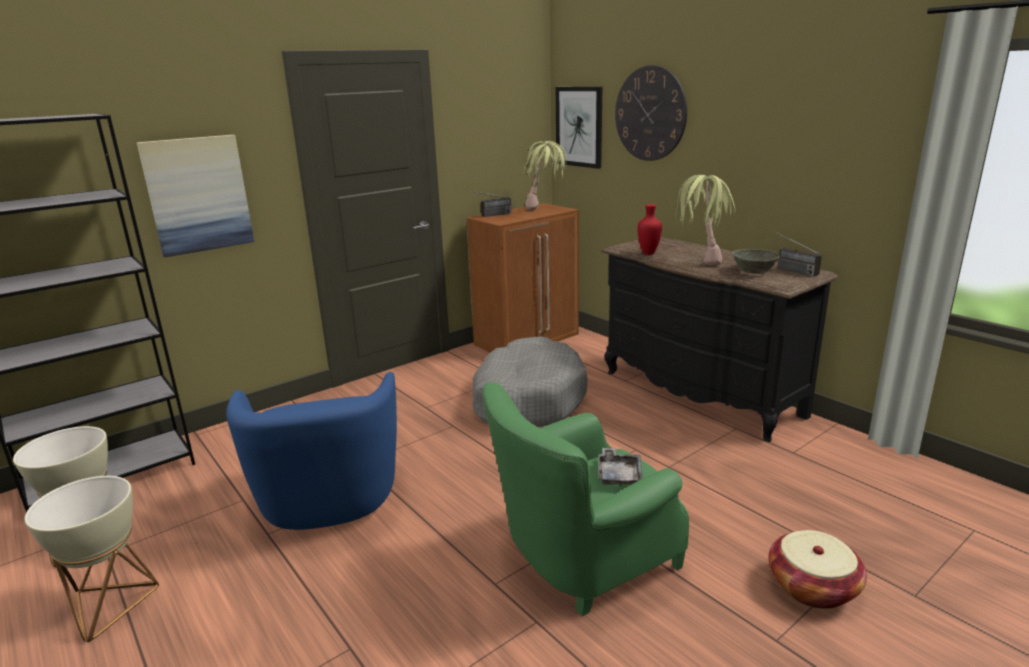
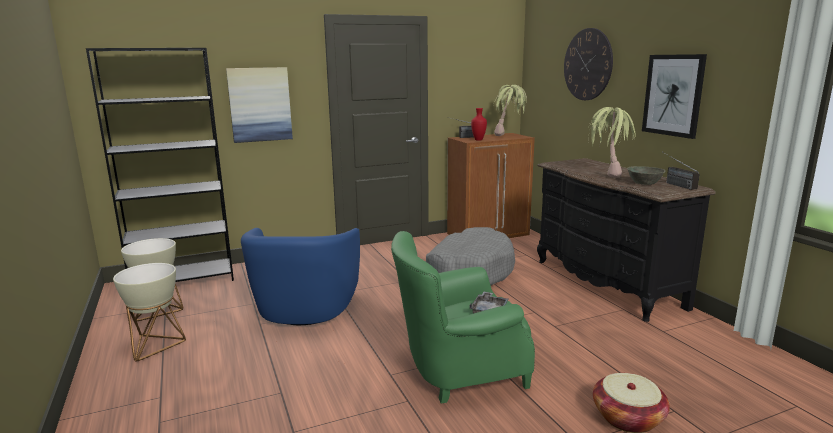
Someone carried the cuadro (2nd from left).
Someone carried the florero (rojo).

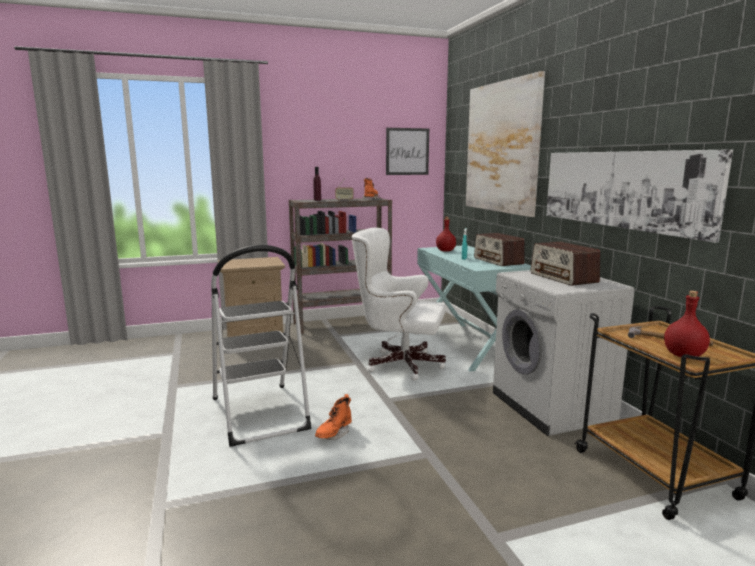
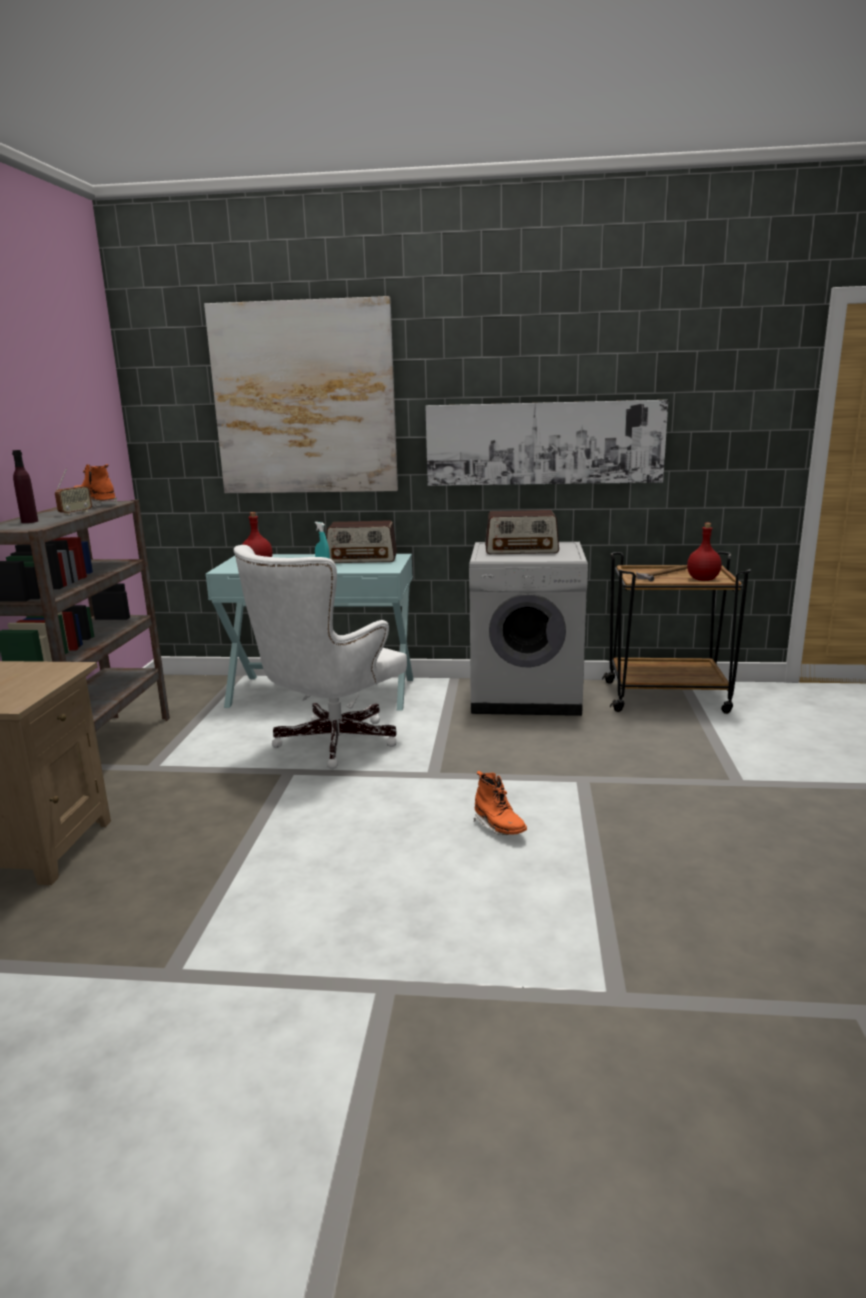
Someone took away the escalera de tijera.
Someone took away the cuadro (1st from left).

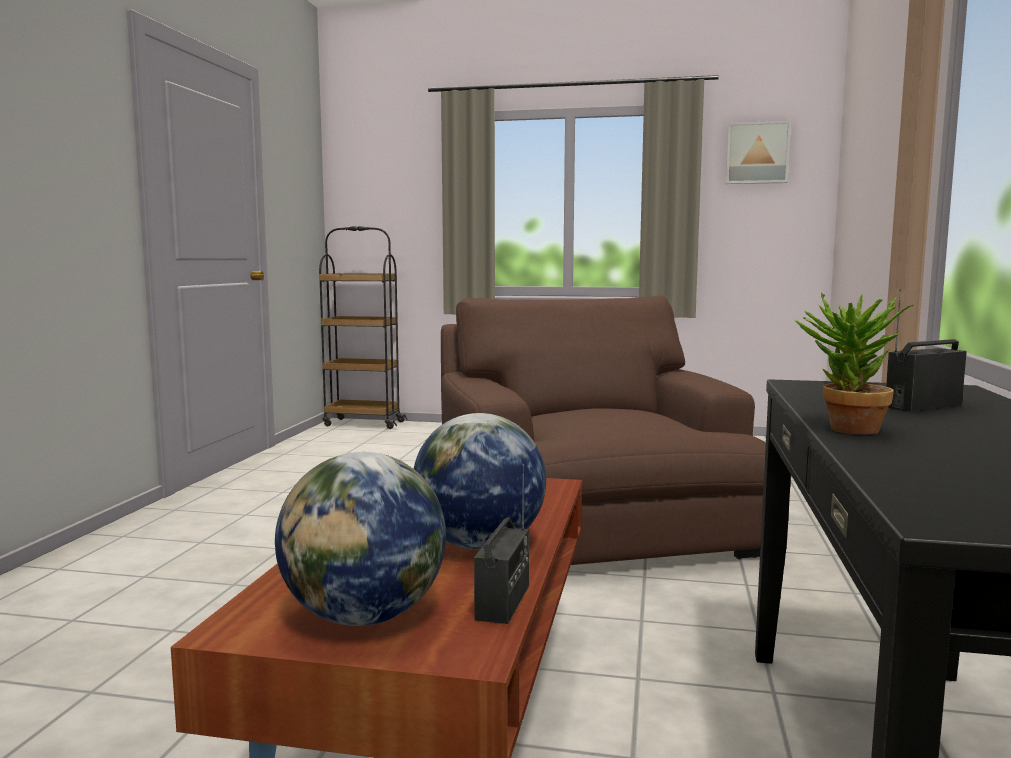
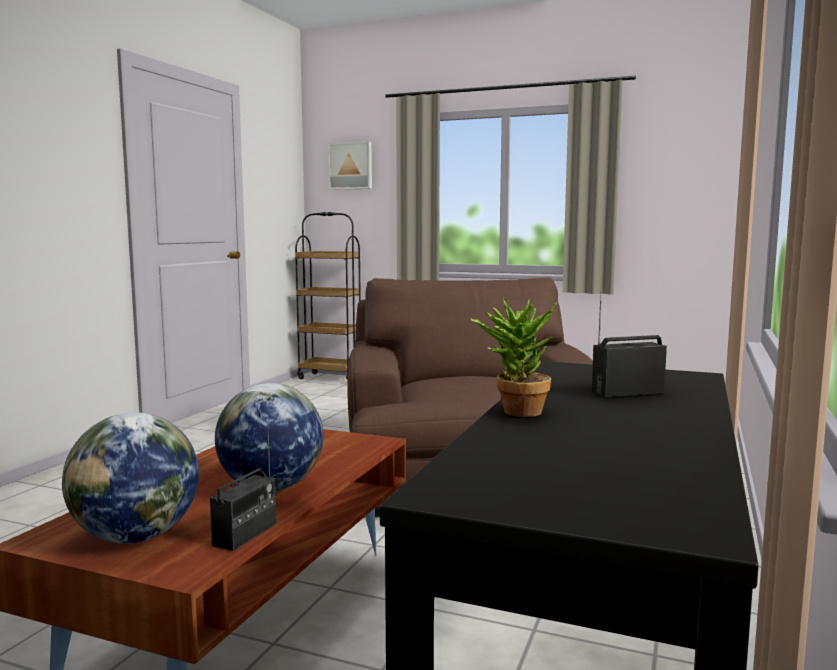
Someone carried the cuadro.

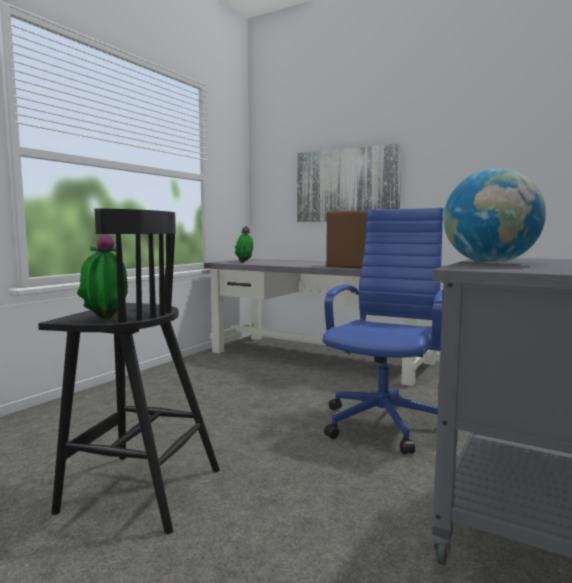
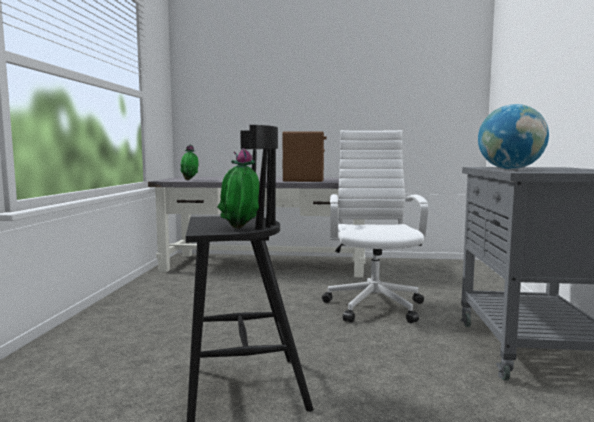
Someone took away the cuadro.
Someone repainted the silla de oficina (azul), which became the silla de oficina (blanco).

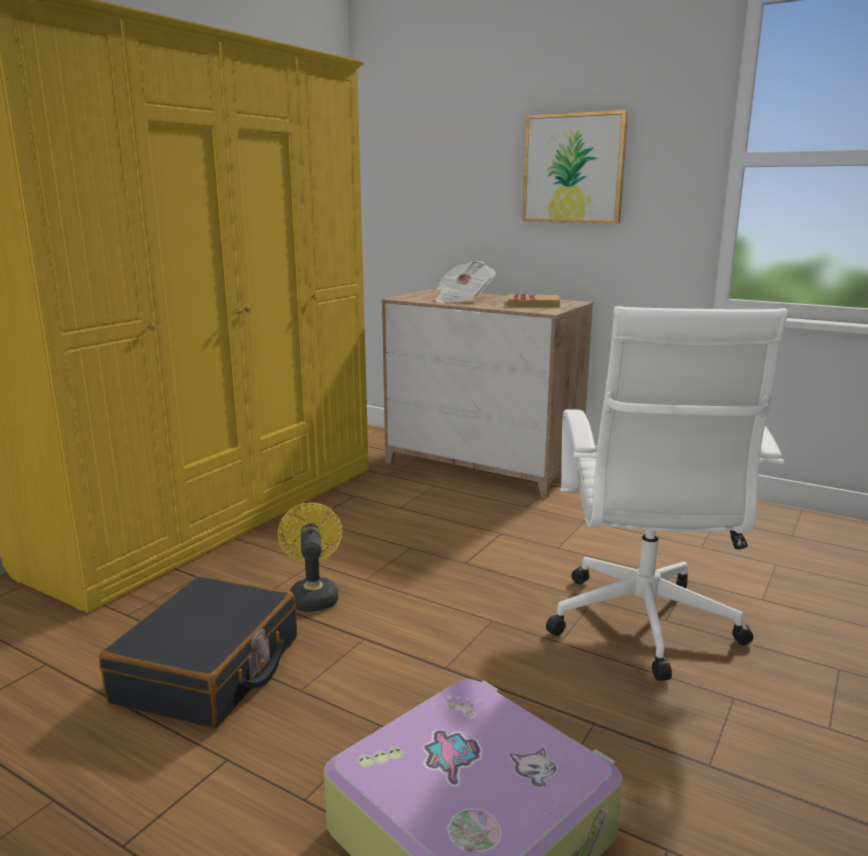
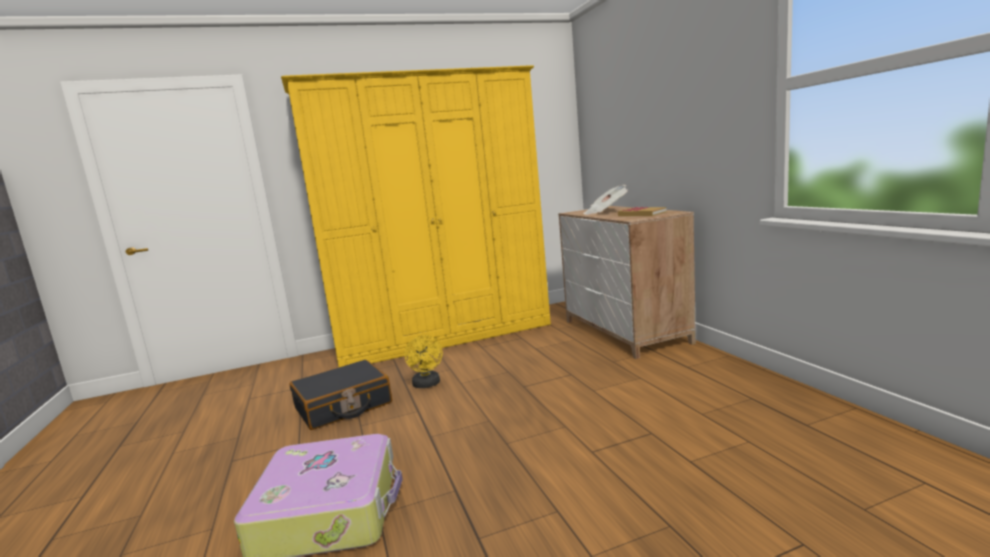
Someone rotated the ventilador (amarillo) by 135 degrees clockwise.
Someone took away the cuadro.
Someone took away the silla de oficina (blanco).

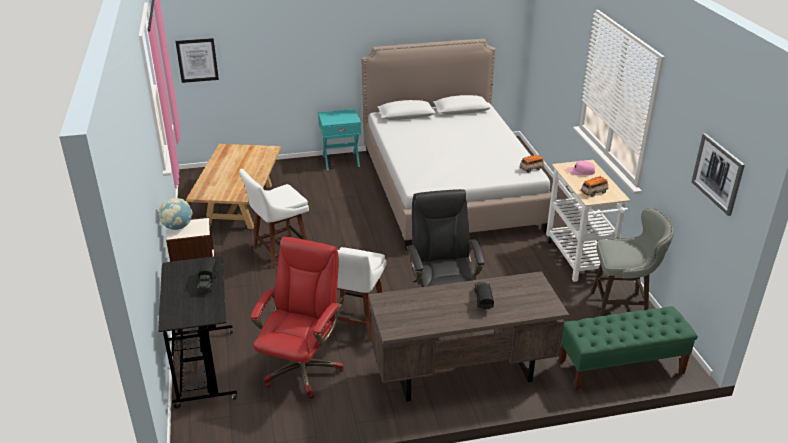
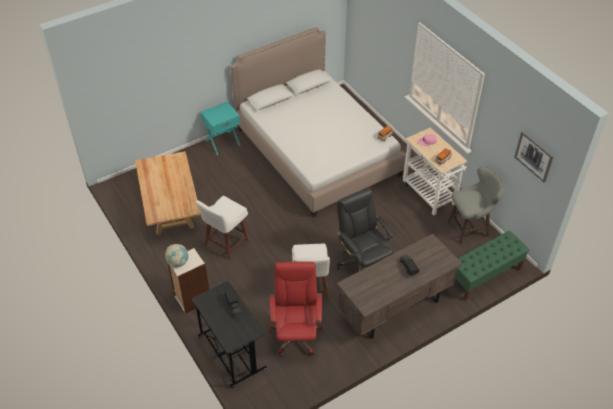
Someone took away the cuadro (1st from left).

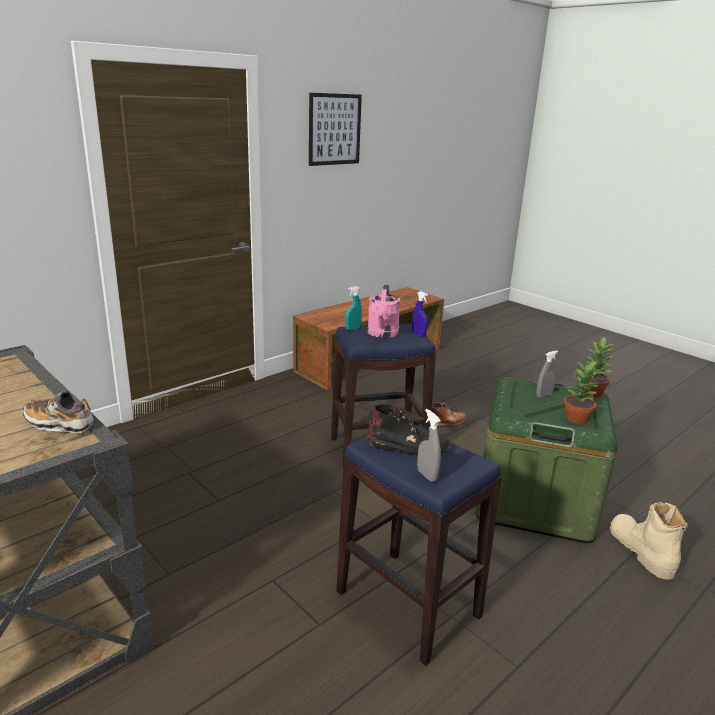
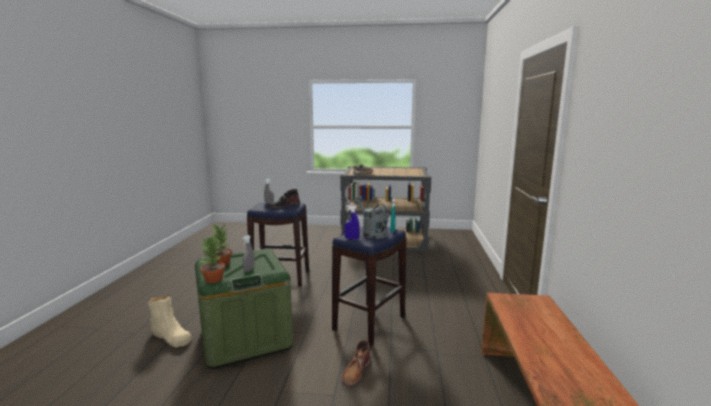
Someone took away the cuadro.
Someone repainted the regadera (rosa), which became the regadera (gris).

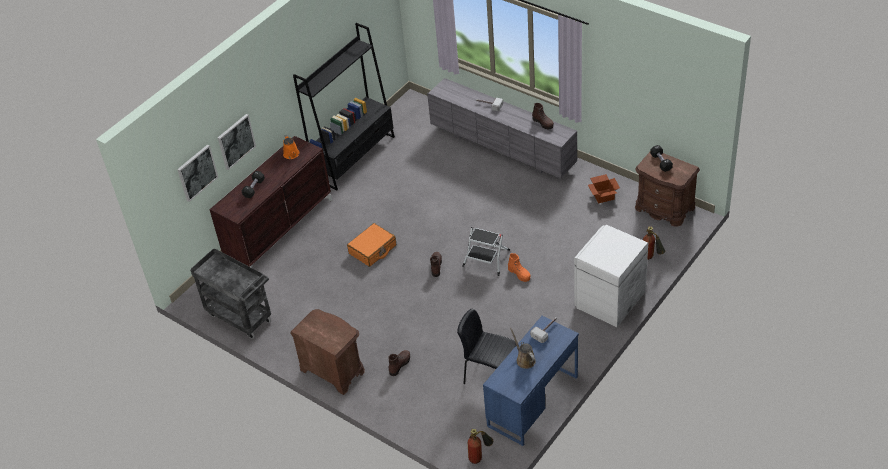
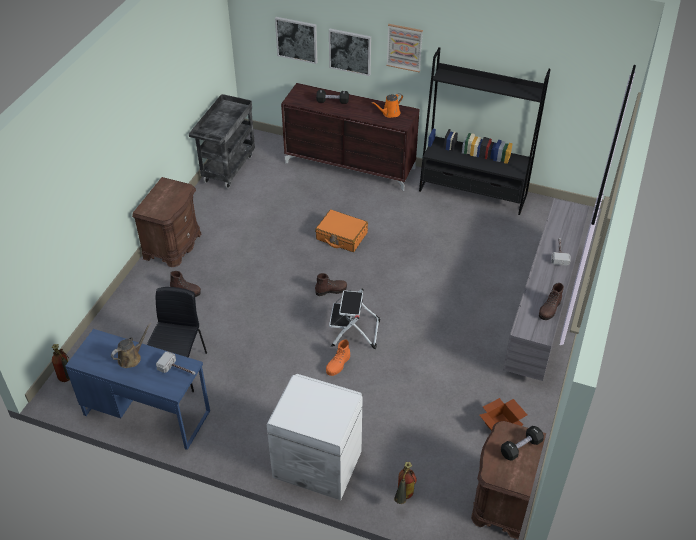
Someone put up the cuadro (3rd from left).

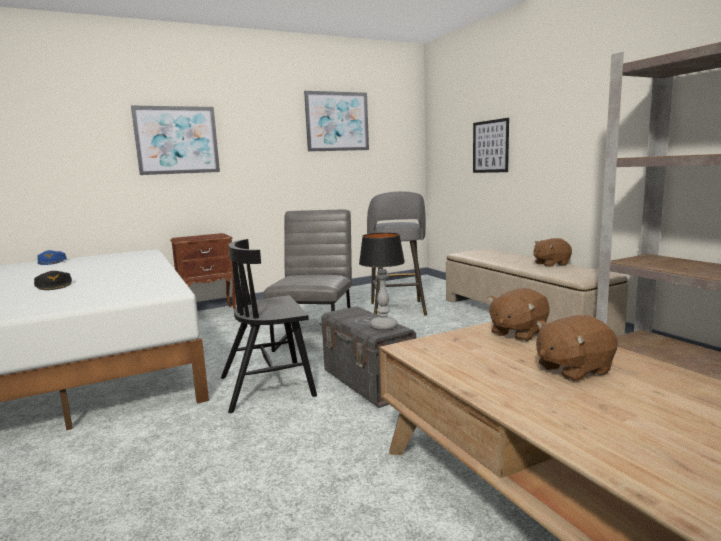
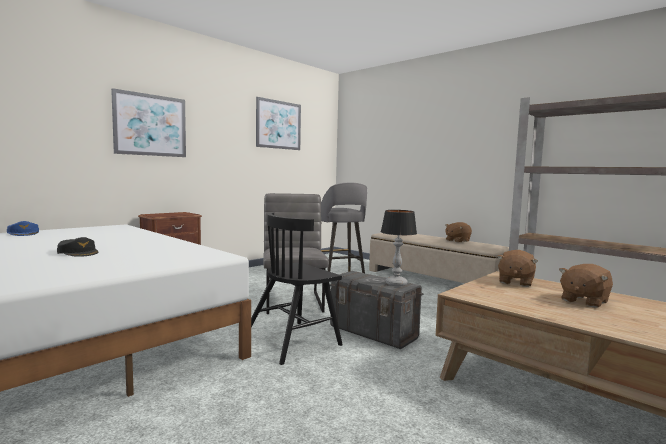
Someone took away the cuadro (3rd from left).

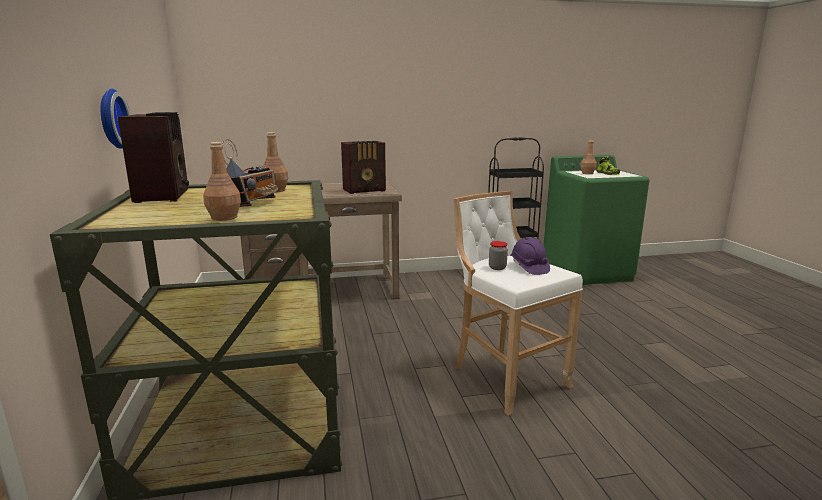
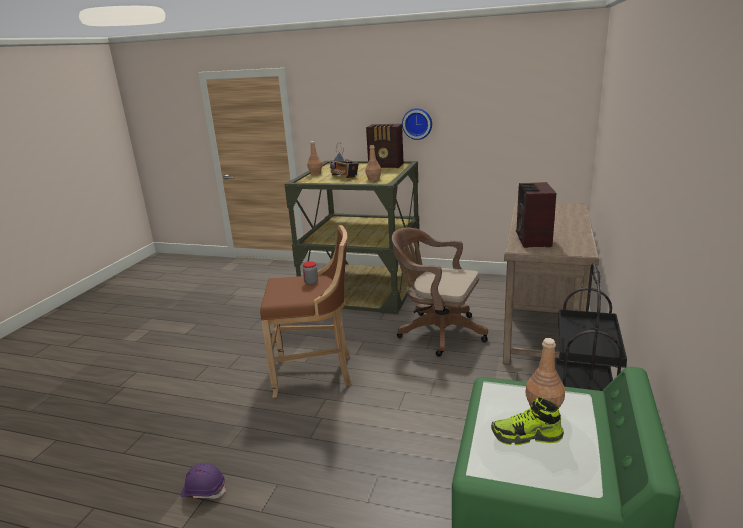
Someone repainted the taburete (blanco), which became the taburete (marrón).
Someone carried the casco (morado).
Someone put down the silla de oficina (marrón).

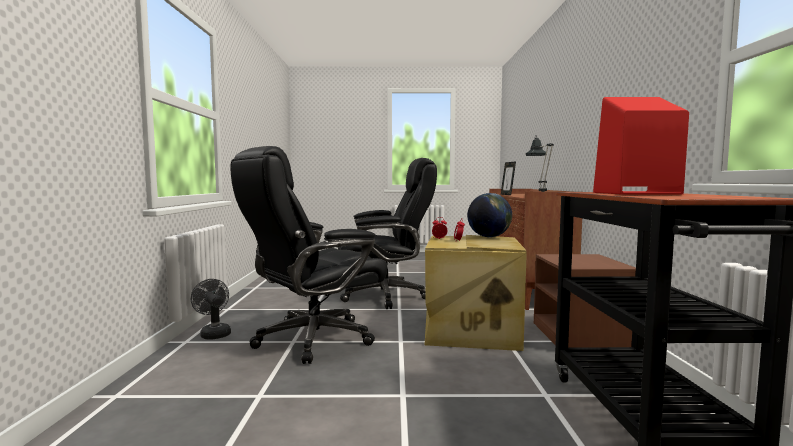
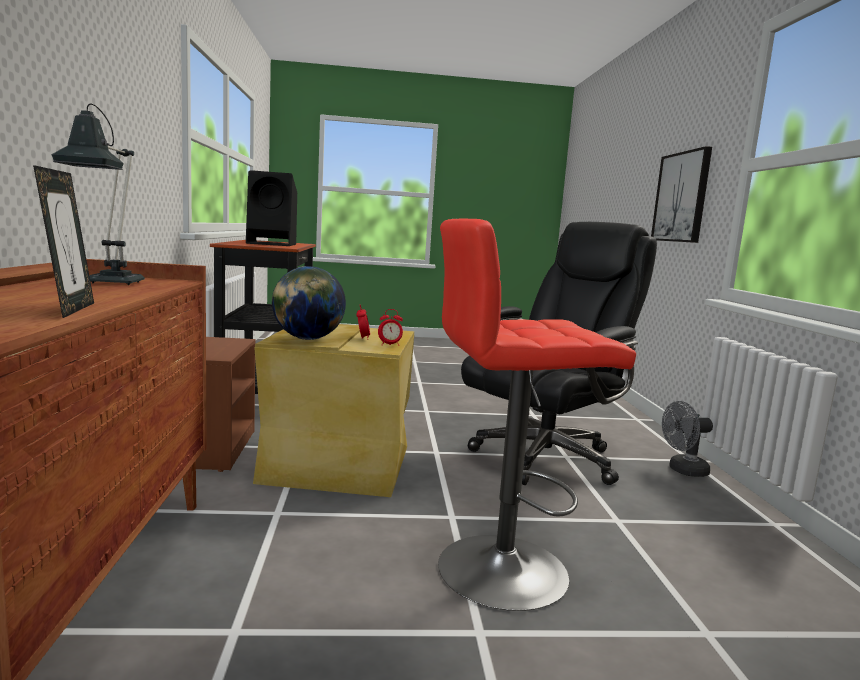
Someone rotated the ventilador (gris) by 120 degrees clockwise.
Someone swapped the silla de oficina (negro) (2nd from left) for the taburete (rojo).
Someone repainted the altavoz (rojo), which became the altavoz (negro).
Someone put up the cuadro.

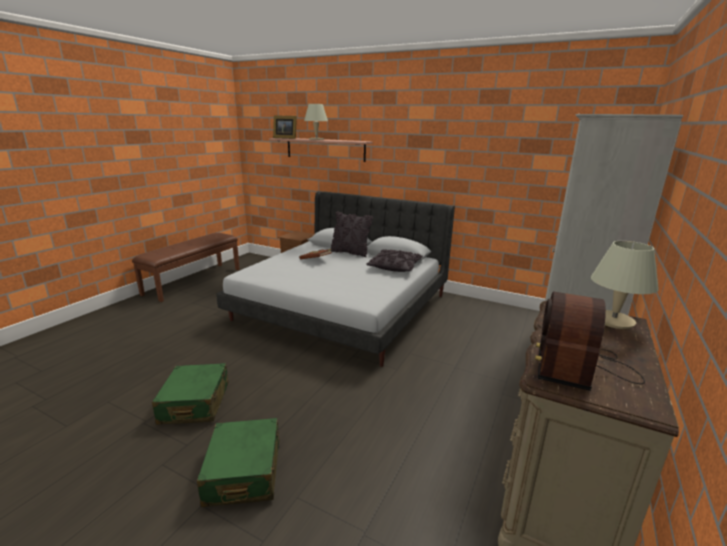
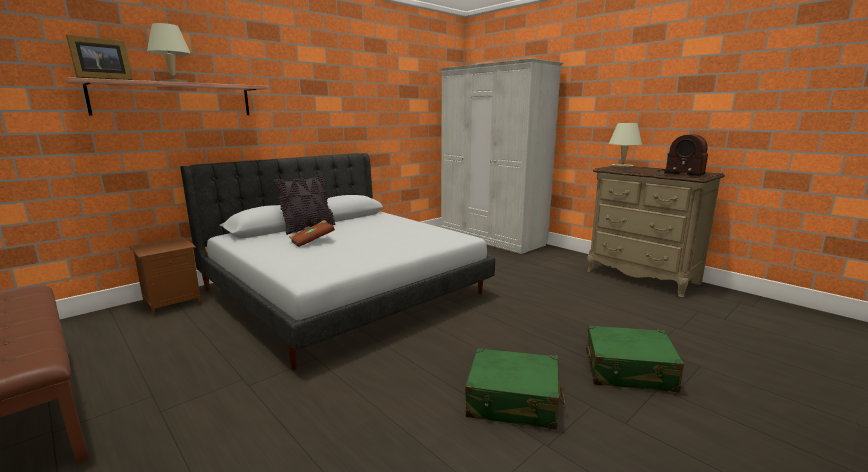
Someone took away the cojín (negro) (2nd from left).

